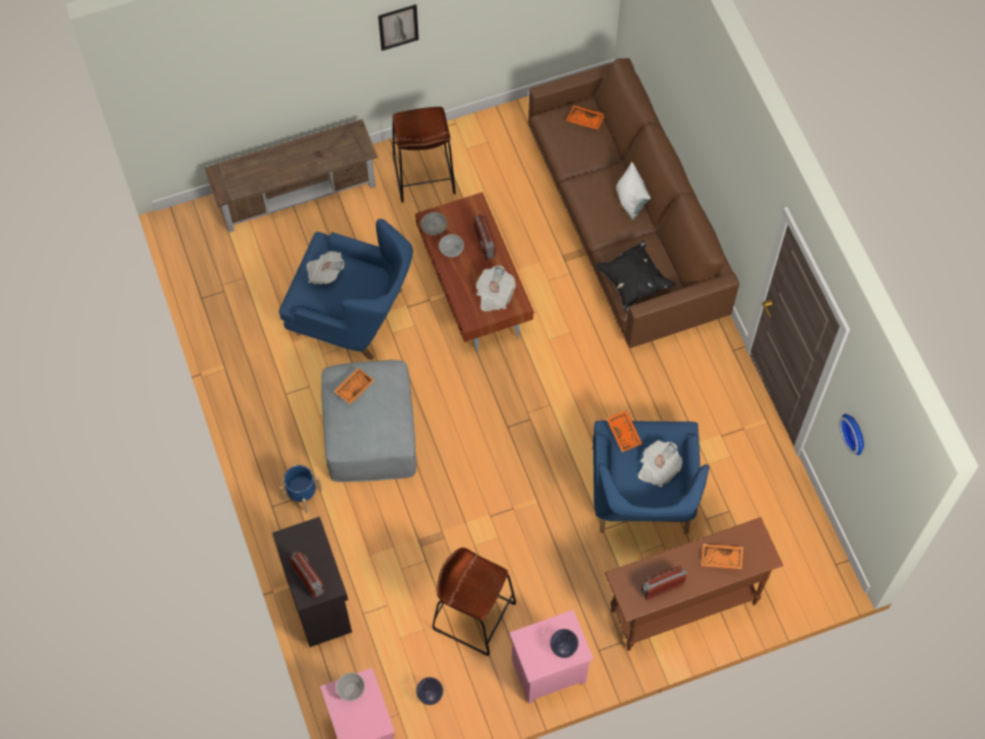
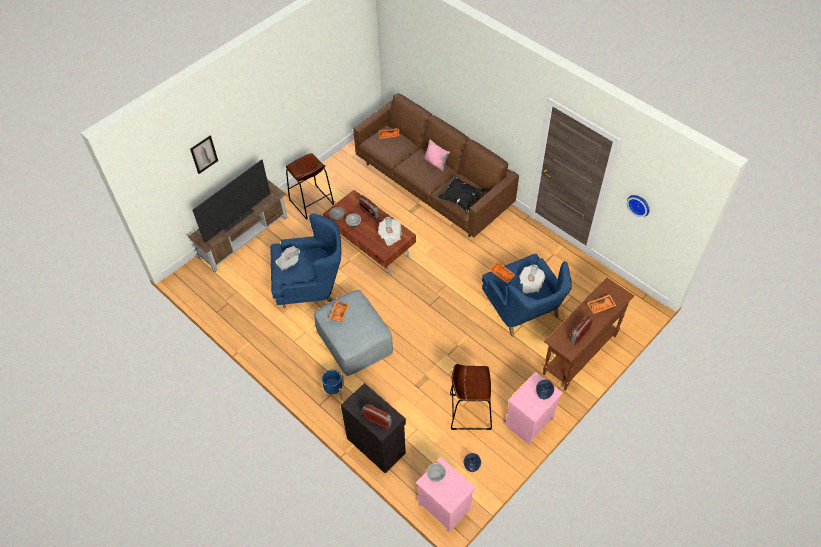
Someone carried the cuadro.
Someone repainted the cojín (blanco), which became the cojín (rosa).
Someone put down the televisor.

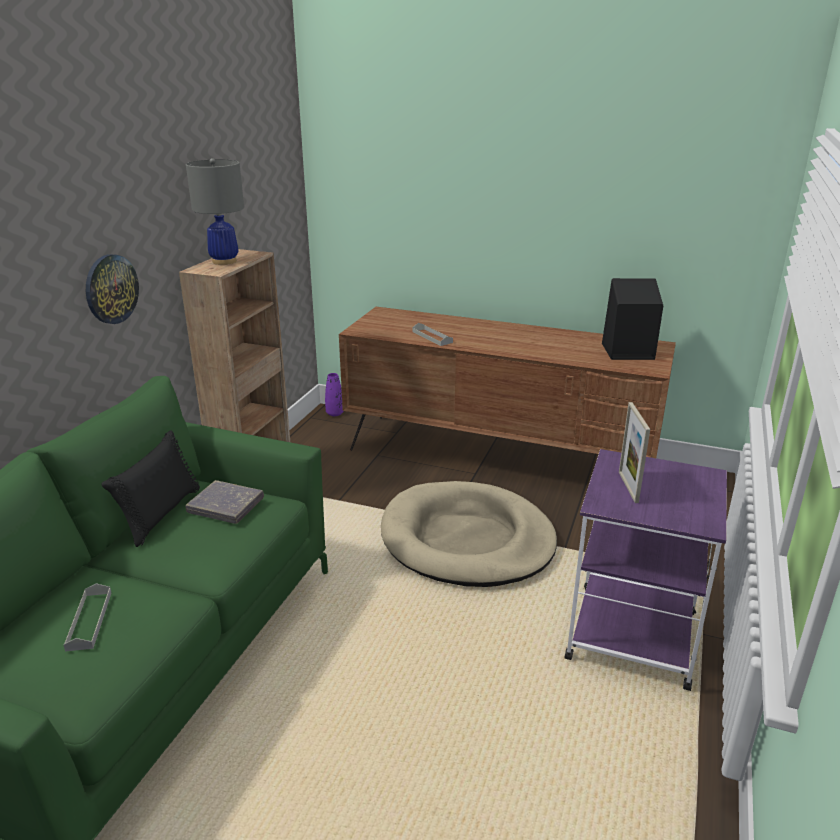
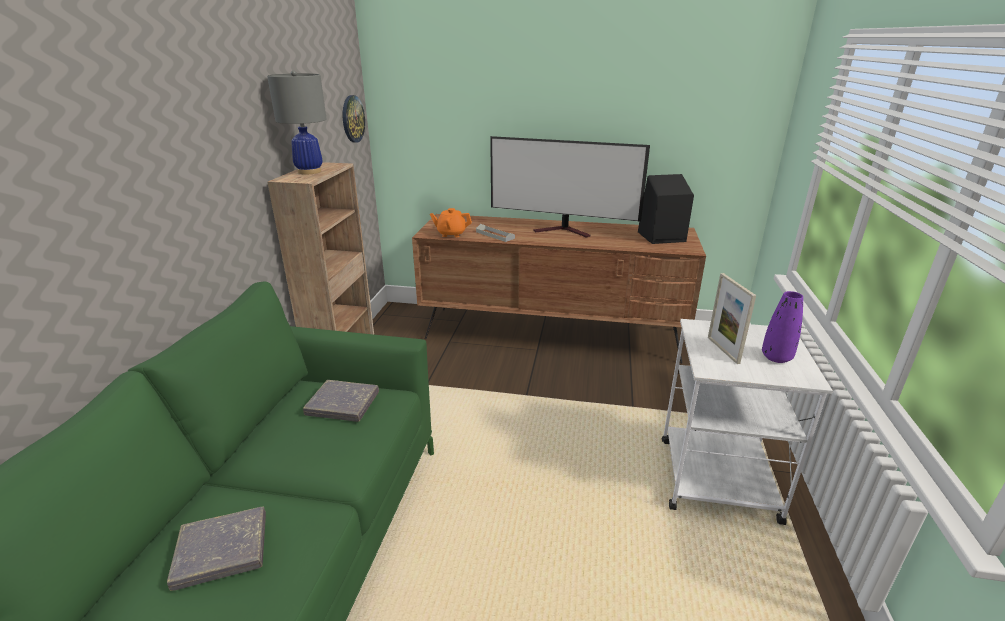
Someone swapped the bandeja (gris) (1st from left) for the libro (gris) (1st from left).
Someone carried the reloj de pared.
Someone took away the cojín (negro).
Someone carried the florero (morado).
Someone took away the cama para perro (beis).
Someone repainted the carrito (morado), which became the carrito (blanco).
Someone put down the tetera (naranja).
Someone put down the televisor.

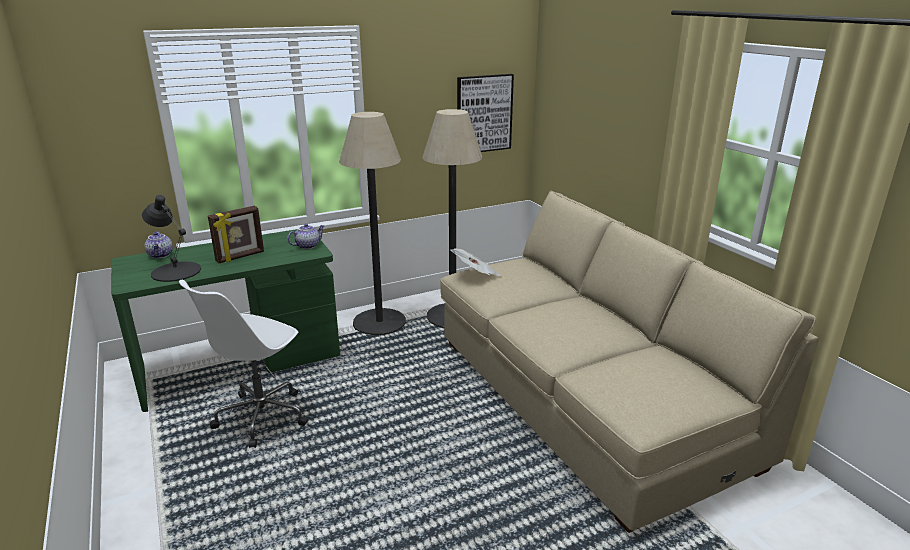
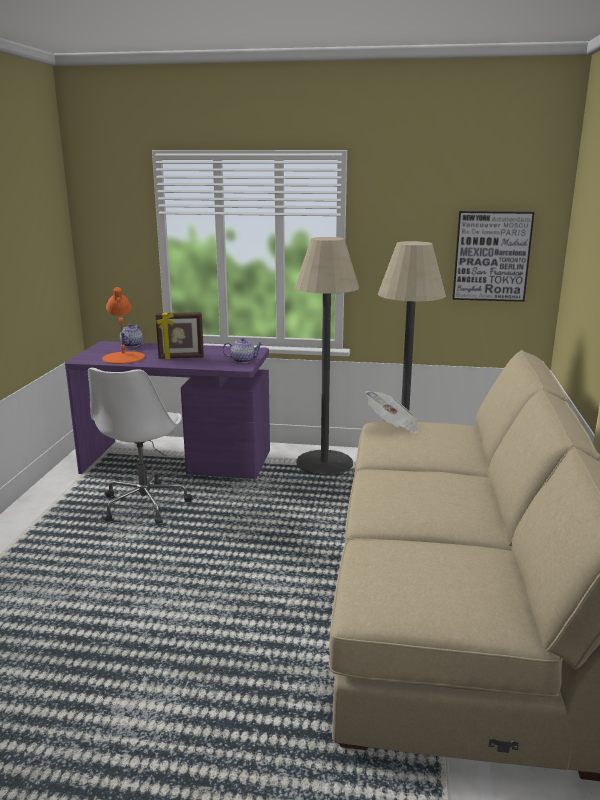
Someone repainted the escritorio (verde), which became the escritorio (morado).
Someone repainted the lámpara de mesa (negro), which became the lámpara de mesa (naranja).
Someone rotated the silla de oficina (blanco) by 60 degrees counterclockwise.

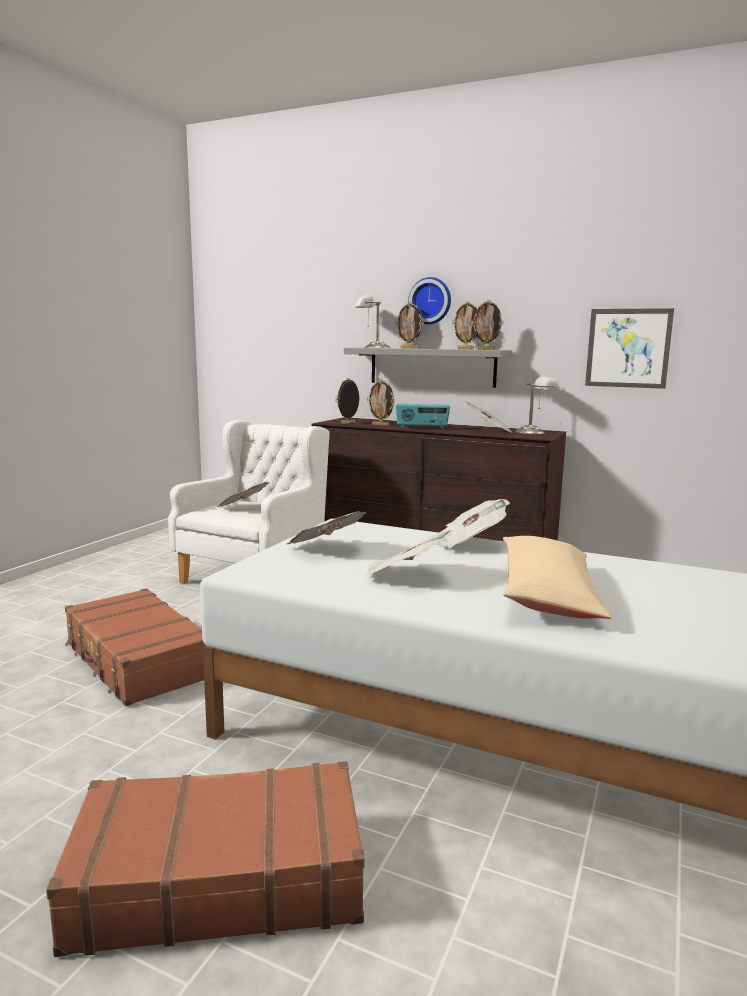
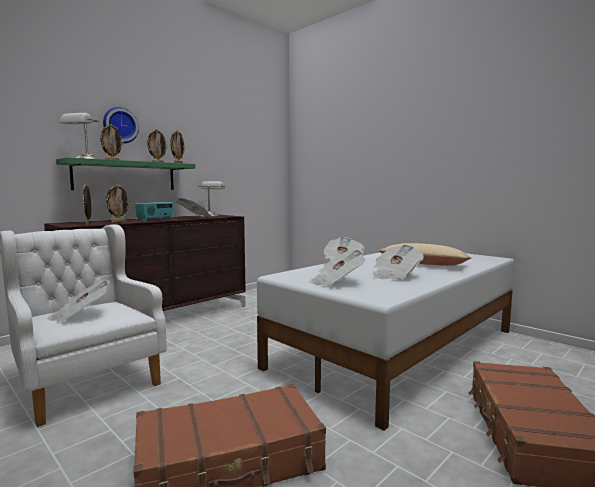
Someone repainted the estante (gris), which became the estante (verde).
Someone took away the cuadro.

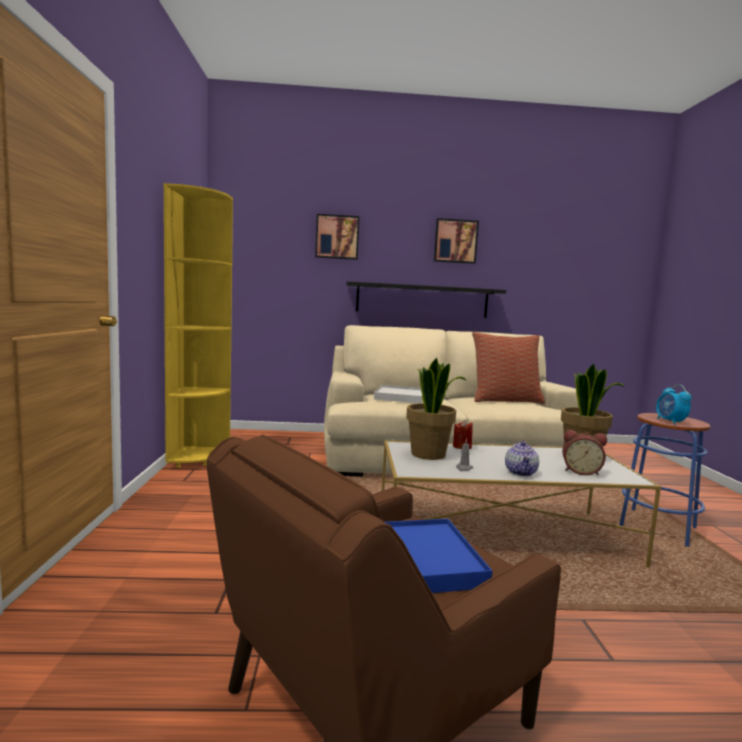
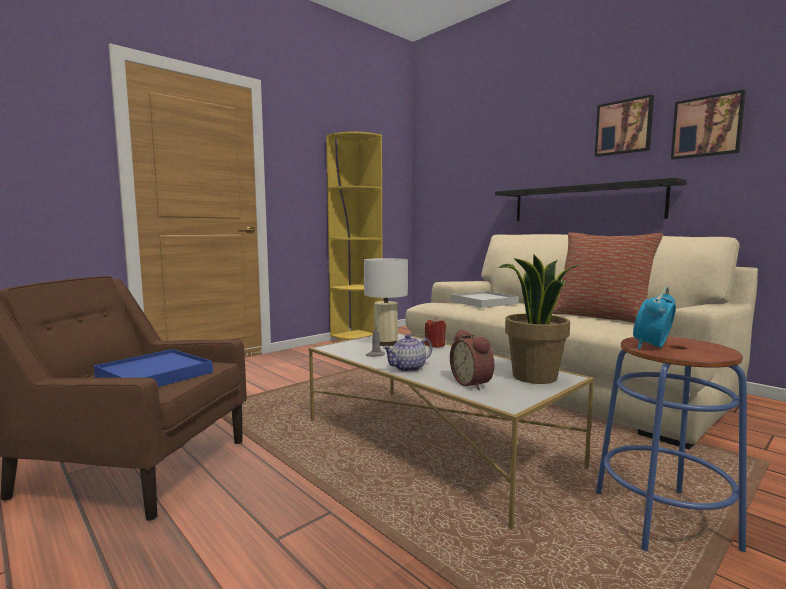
Someone carried the cuadro (1st from left in the first image).
Someone swapped the planta en maceta (1st from left) for the lámpara de mesa (blanco).

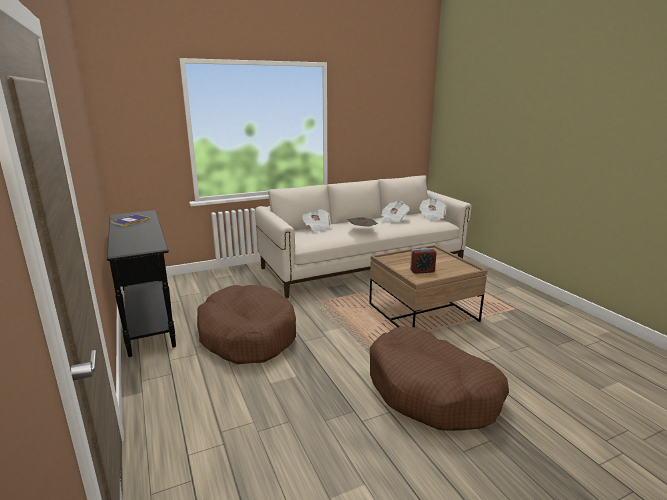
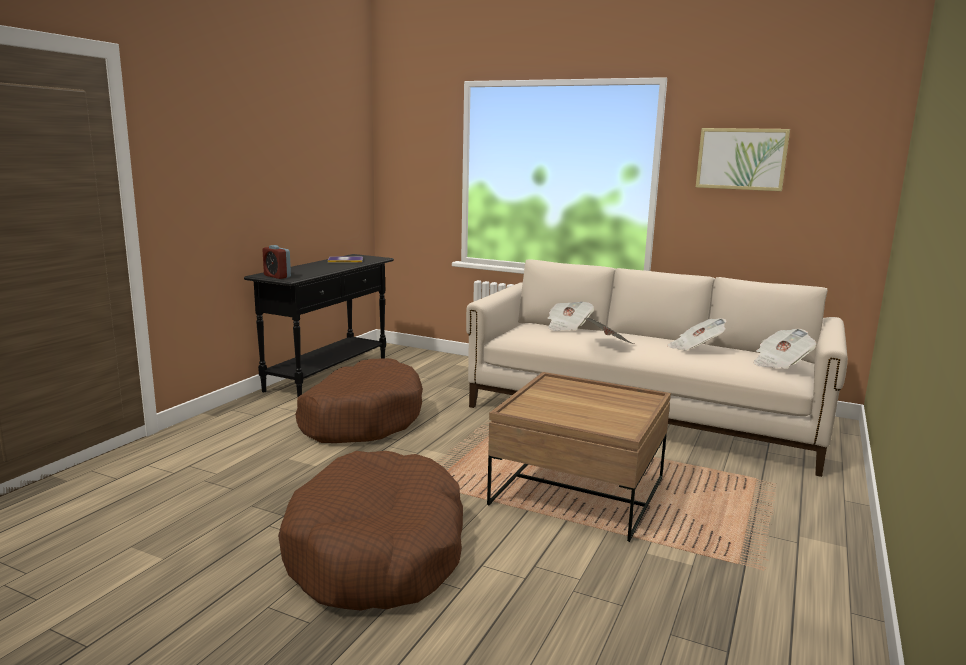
Someone carried the despertador.
Someone put up the cuadro.

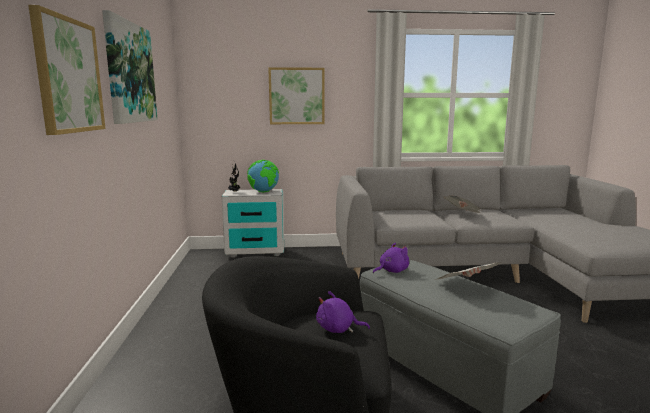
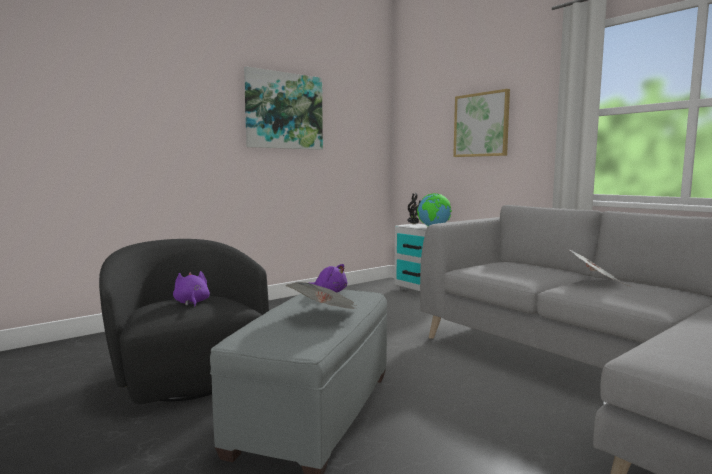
Someone took away the cuadro (1st from left).

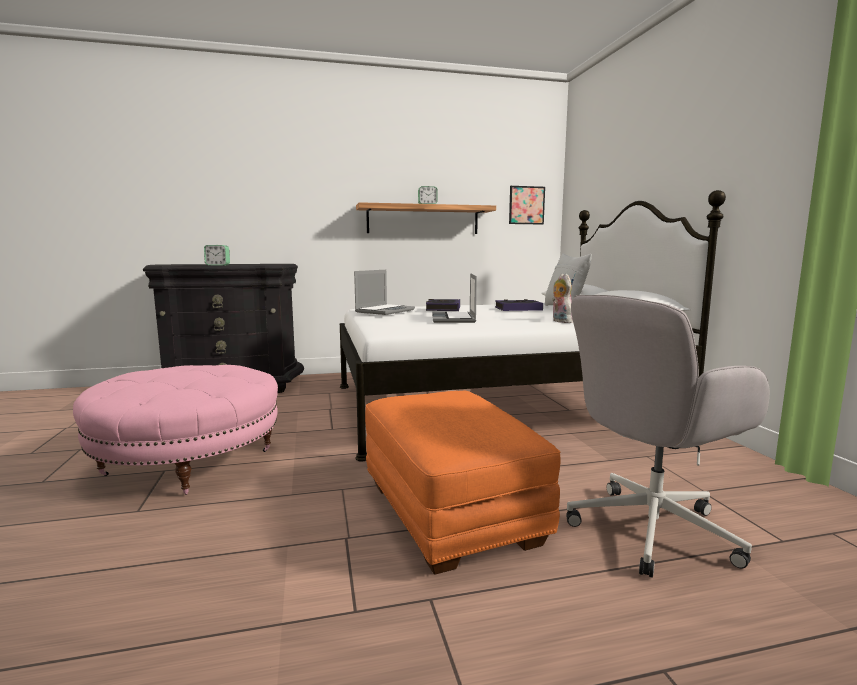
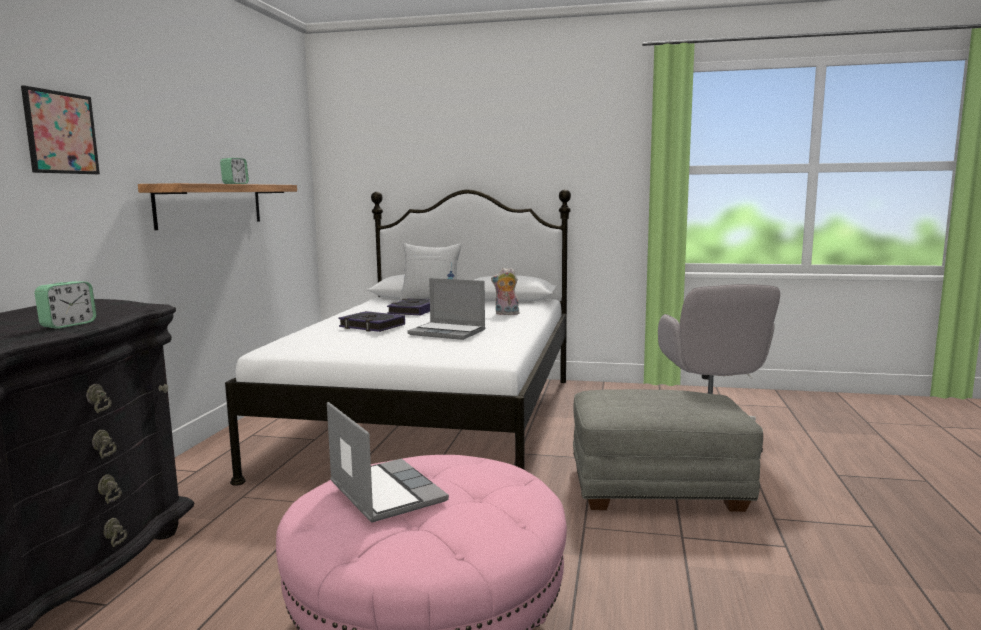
Someone carried the portátil (1st from left).
Someone repainted the puf (naranja), which became the puf (gris).
Someone carried the cuadro.

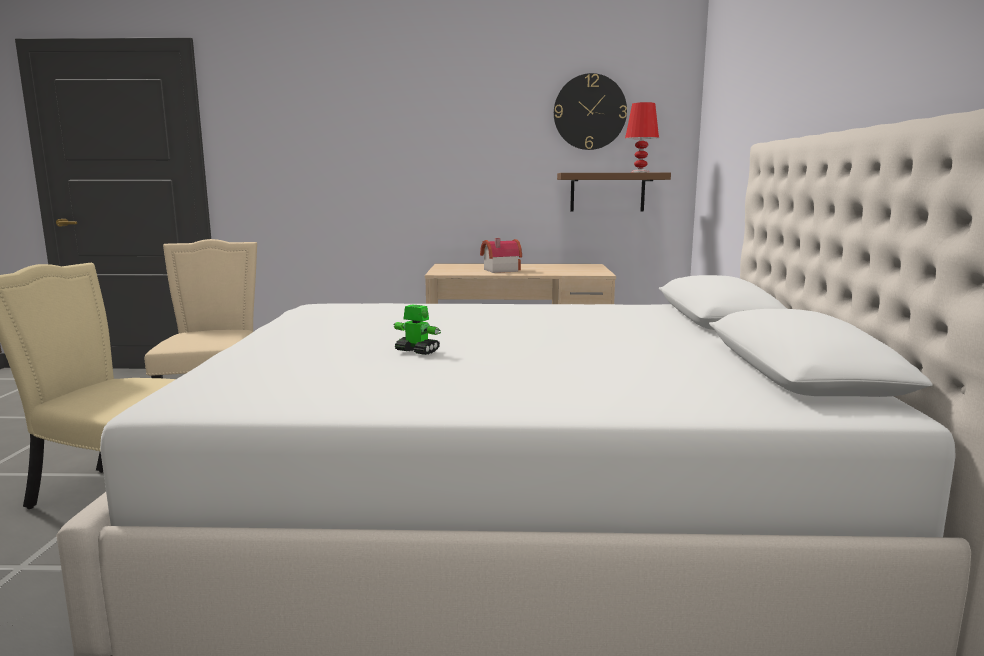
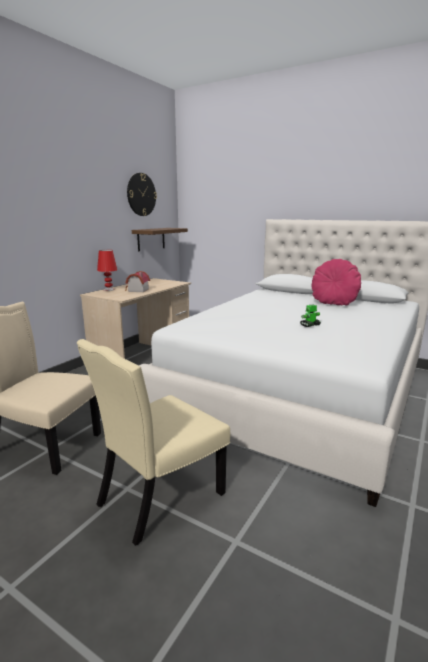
Someone carried the lámpara de mesa (rojo).
Someone put down the cojín (rosa).

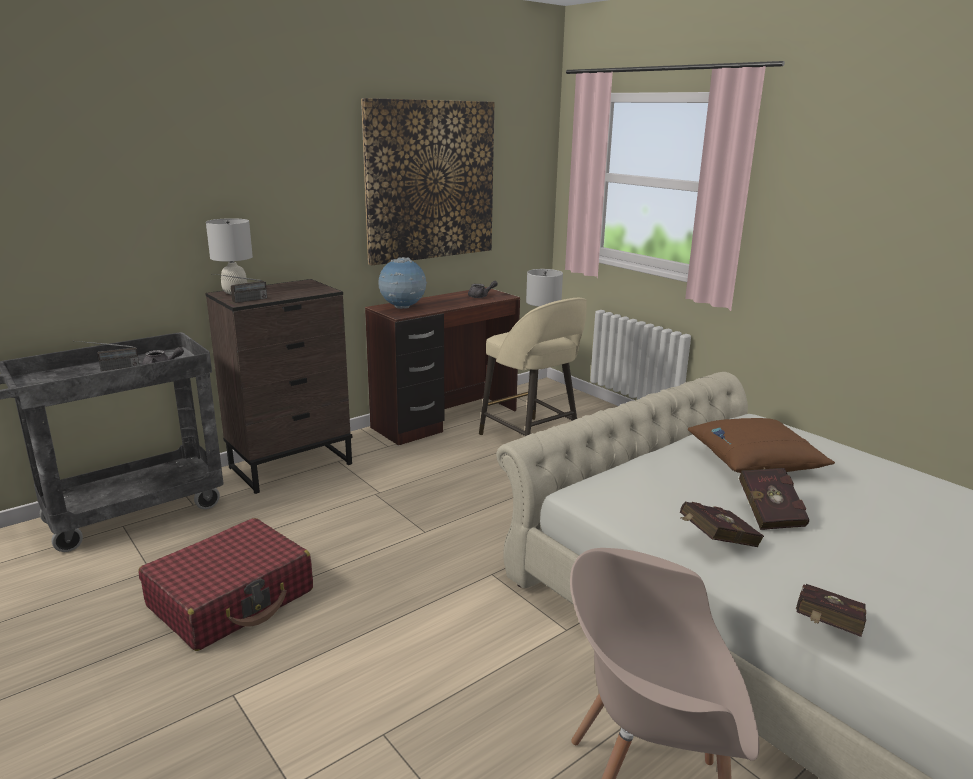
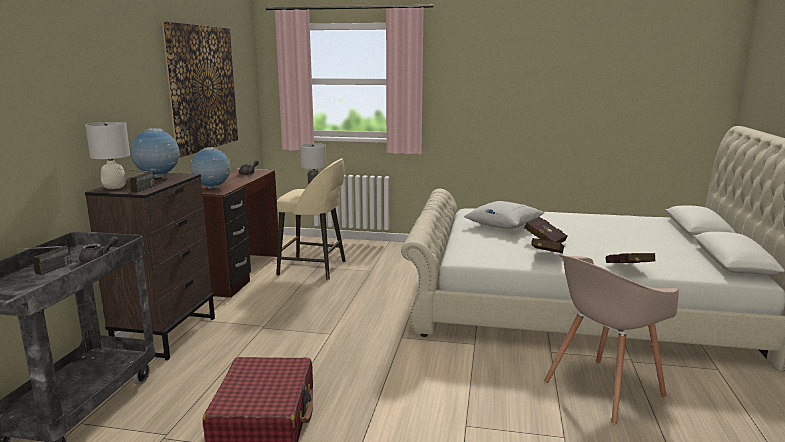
Someone repainted the cojín (marrón), which became the cojín (gris).
Someone put down the globo terráqueo (1st from left).

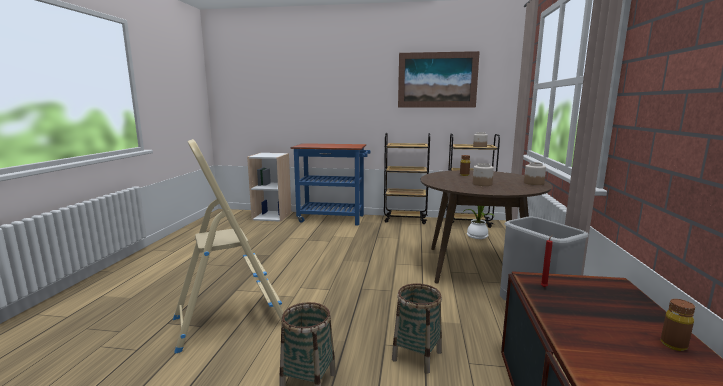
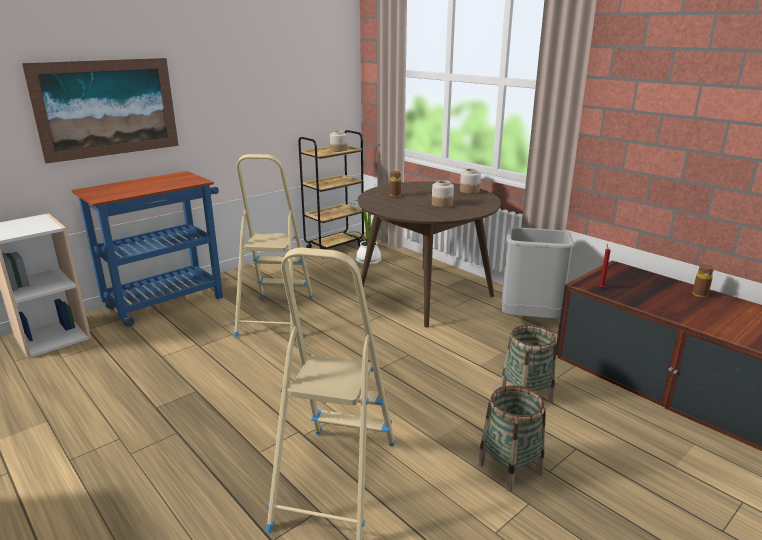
Someone took away the carrito (marrón) (1st from left).
Someone carried the cuadro.
Someone put down the escalera de tijera (beis) (1st from left).

